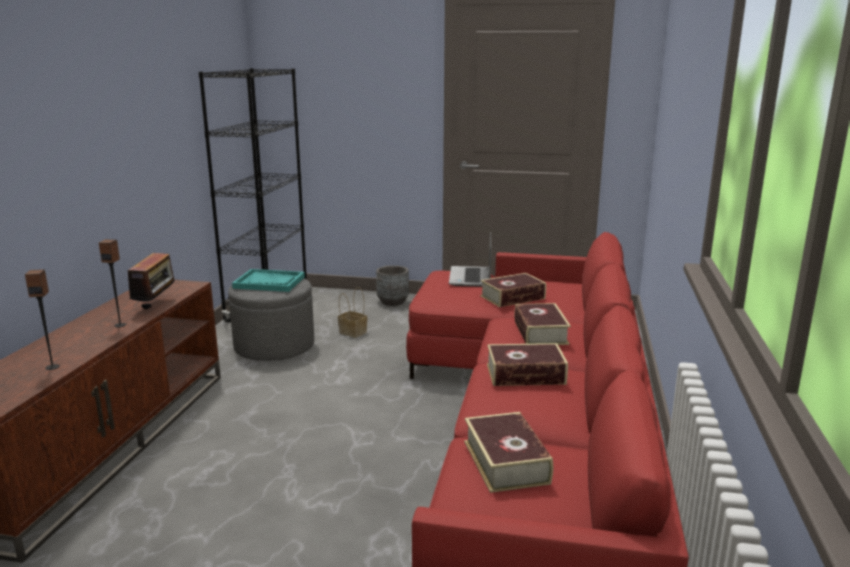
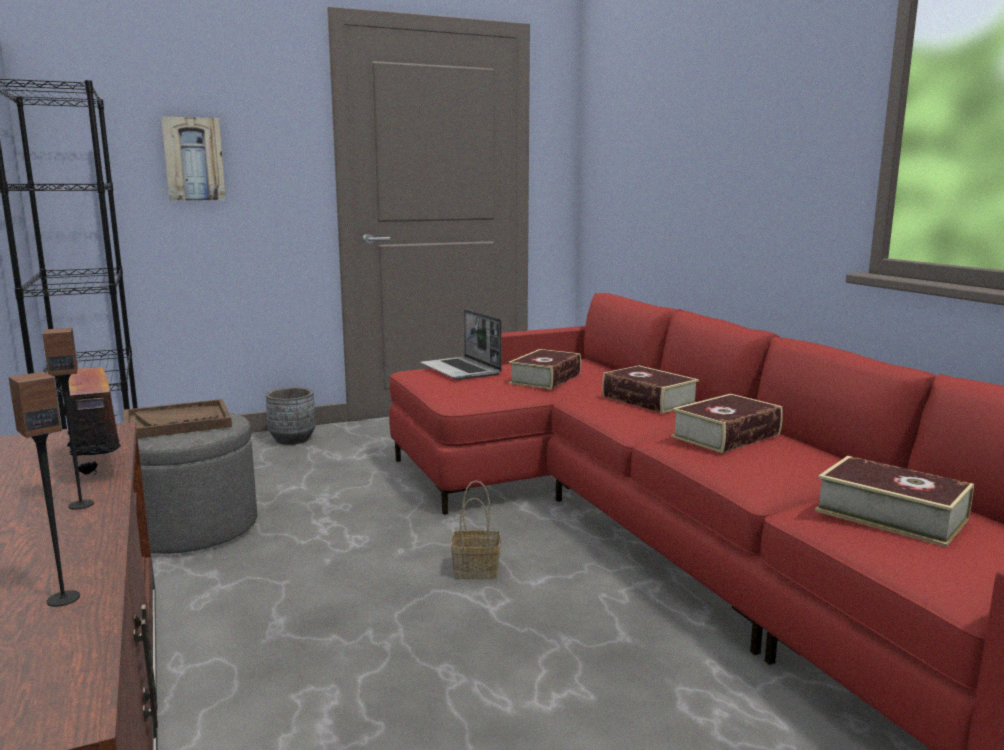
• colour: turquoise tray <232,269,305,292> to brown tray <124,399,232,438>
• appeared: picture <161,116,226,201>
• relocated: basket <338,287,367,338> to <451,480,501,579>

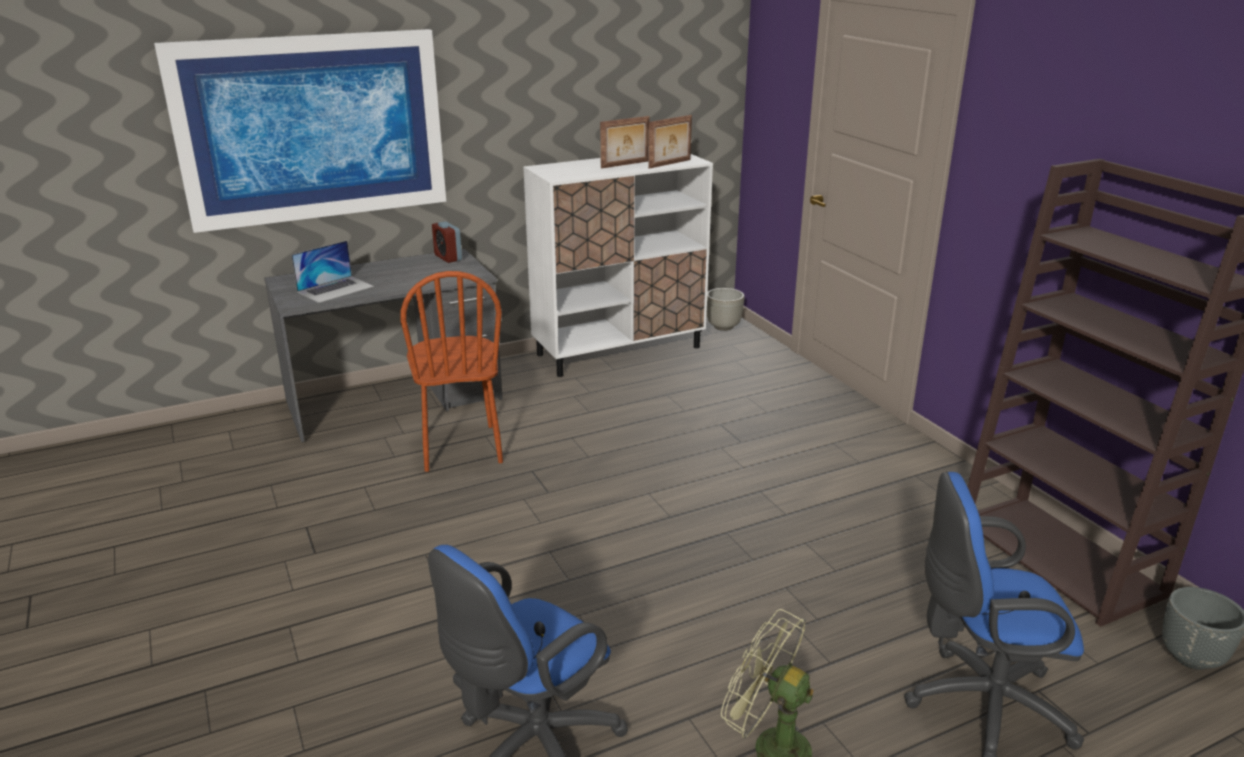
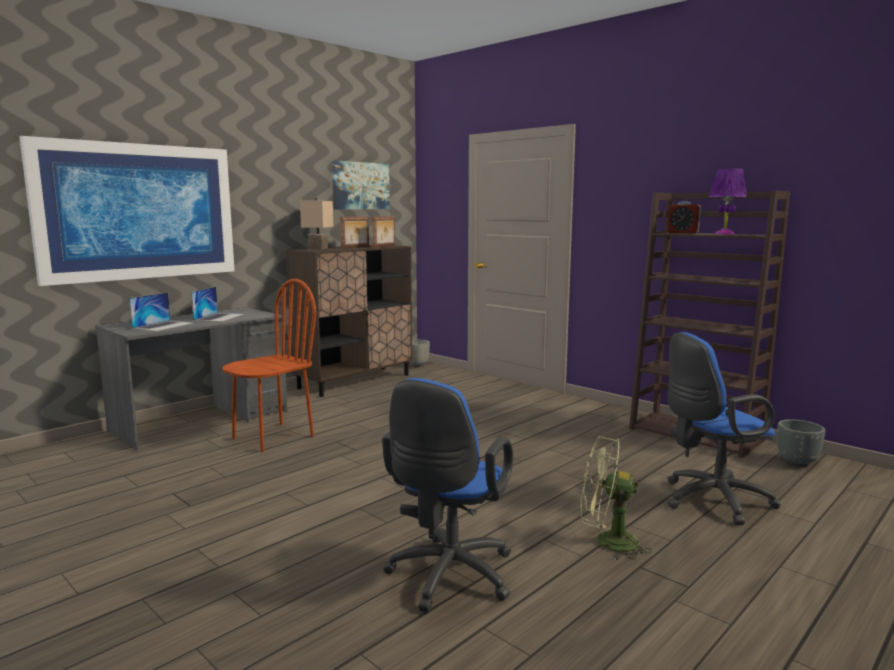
• appeared: laptop <191,287,244,322>
• spun: brown chair <400,271,503,472> = <222,279,316,452> 105 degrees counterclockwise
• colour: white cabinet <523,154,713,377> to brown cabinet <286,245,412,397>
• appeared: beige table lamp <300,197,334,250>
• appeared: picture <332,161,390,209>
• relocated: alarm clock <432,221,462,263> to <667,201,701,234>
• appeared: purple table lamp <709,169,747,235>

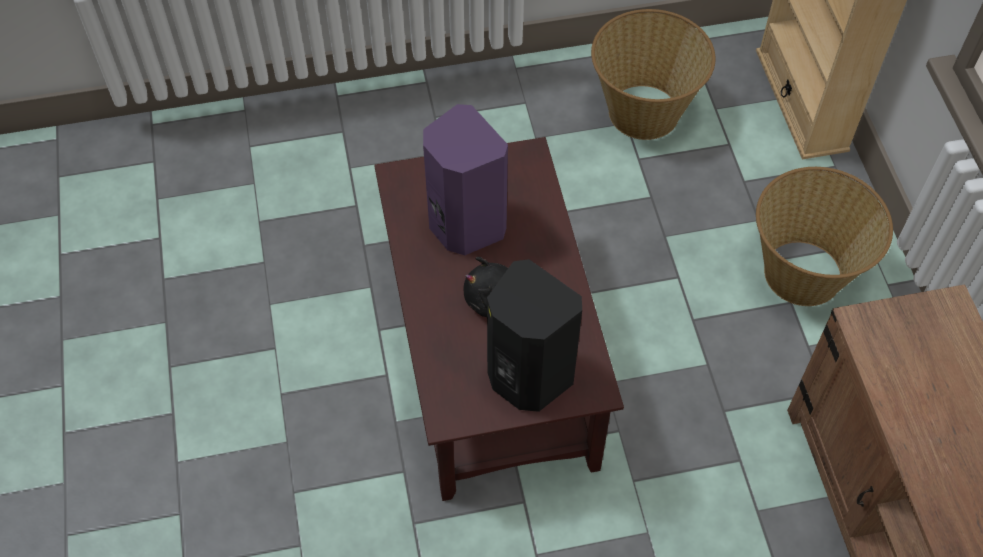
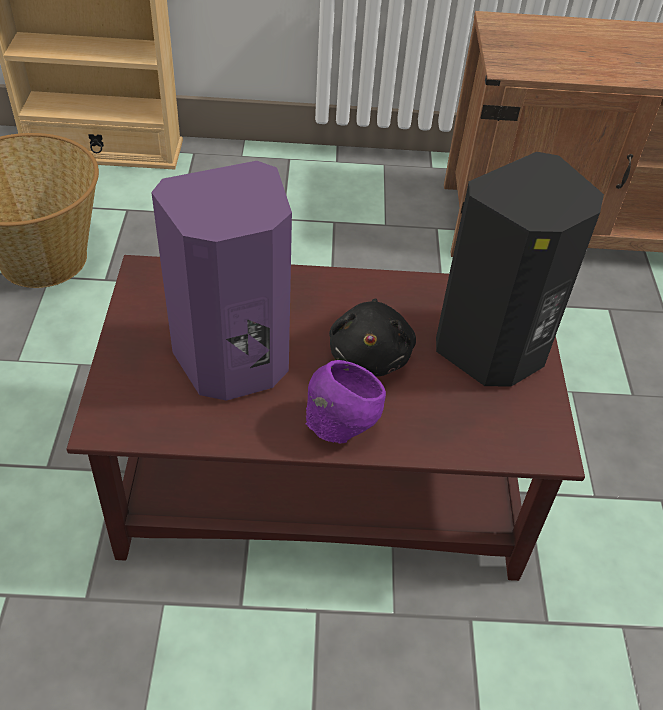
• appeared: purple bowl <306,360,386,443>
• missing: basket <756,167,893,306>

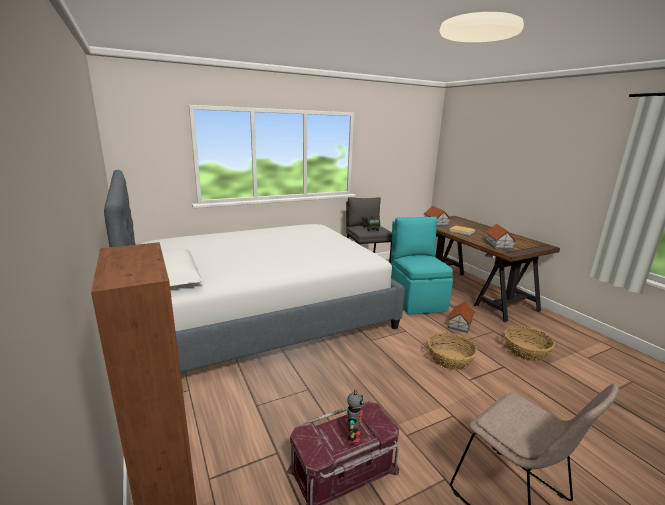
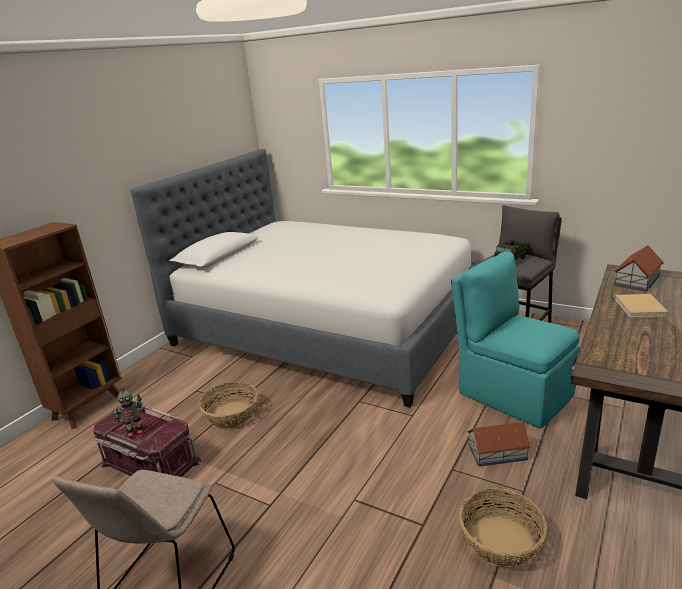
• relocated: basket <428,333,477,370> to <199,382,258,429>
• spun: turquoise chair <391,217,453,314> = <451,252,580,428> 90 degrees counterclockwise
• missing: toy house <485,224,516,250>

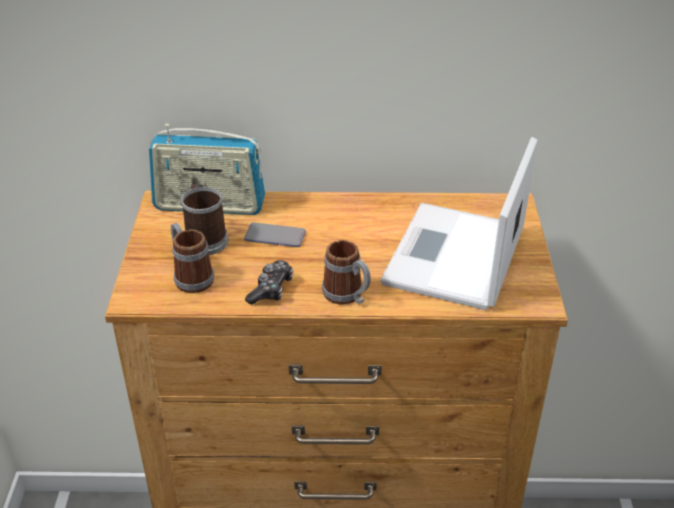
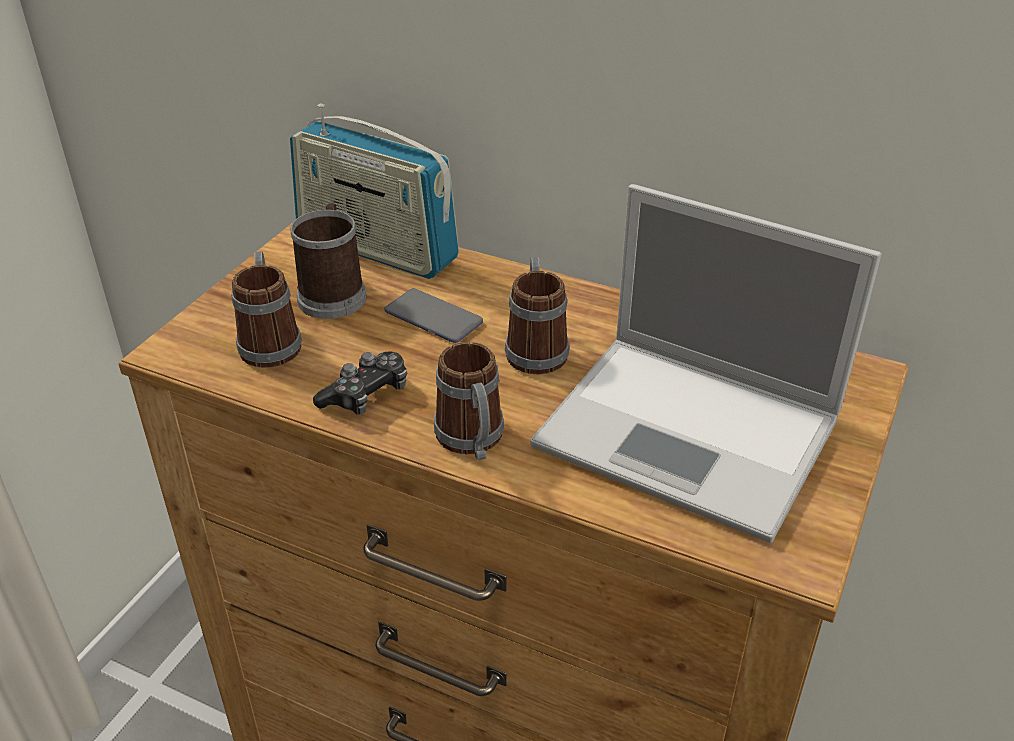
• appeared: mug <505,257,569,375>
• spun: laptop <380,137,538,310> = <530,184,882,543> 105 degrees counterclockwise

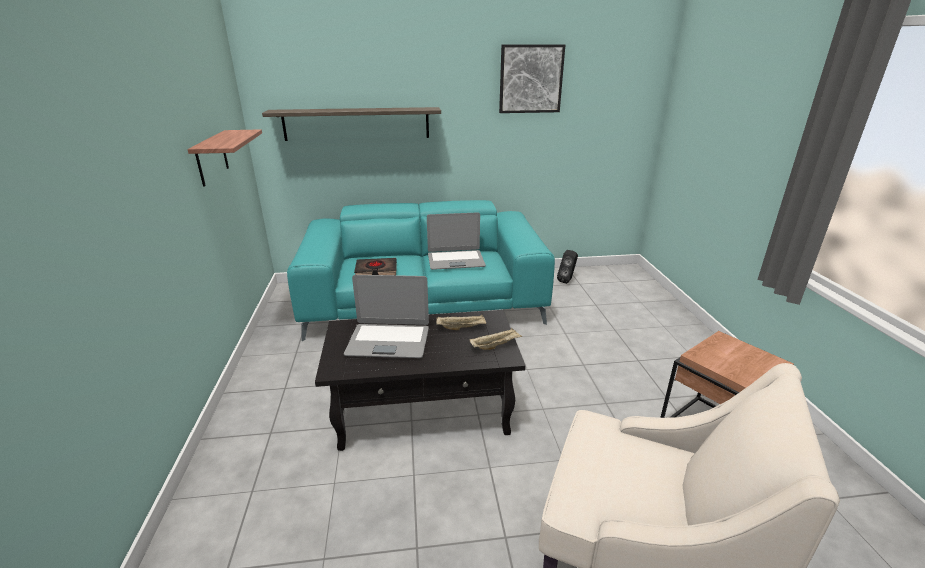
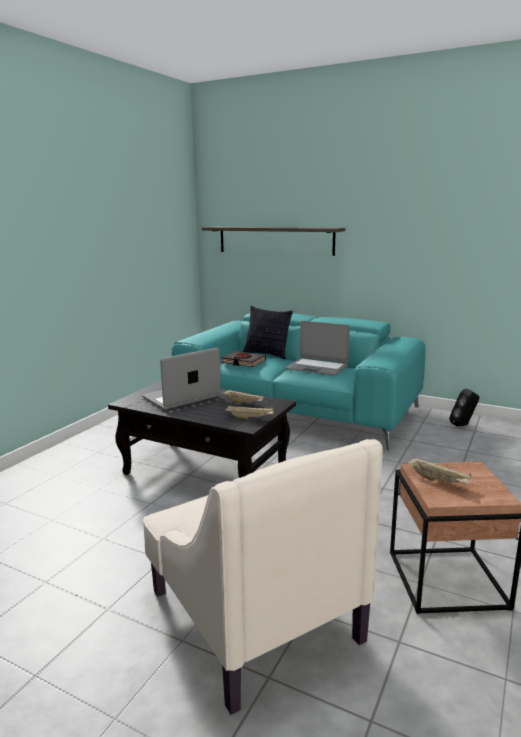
• spun: laptop <344,275,429,358> = <142,348,221,410> 105 degrees clockwise
• appeared: pillow <243,306,293,359>
• appeared: beige tray <407,457,472,484>
• missing: shelf <187,129,262,187>
• missing: picture <499,44,565,113>

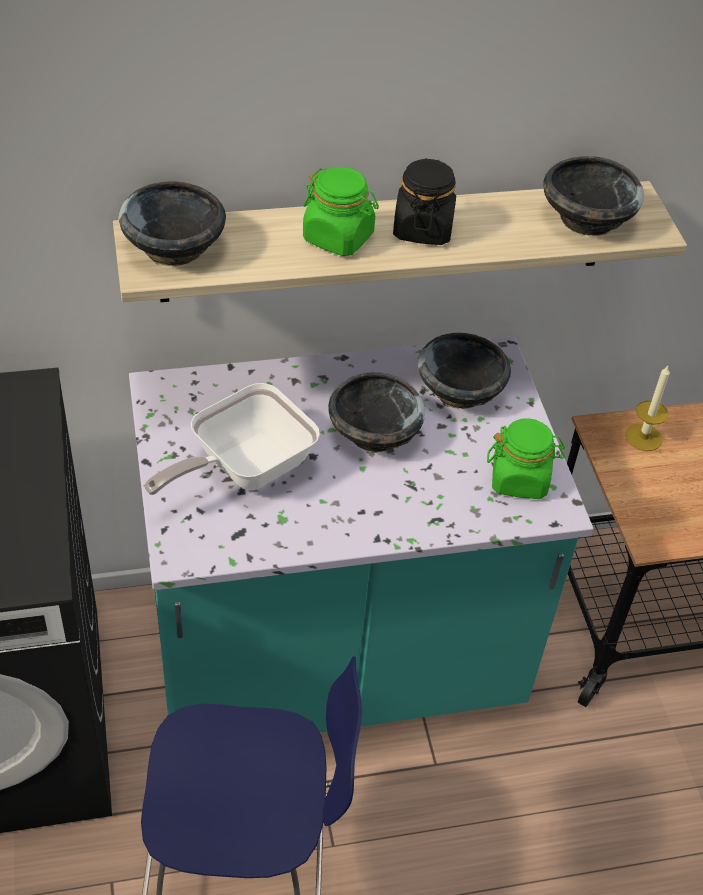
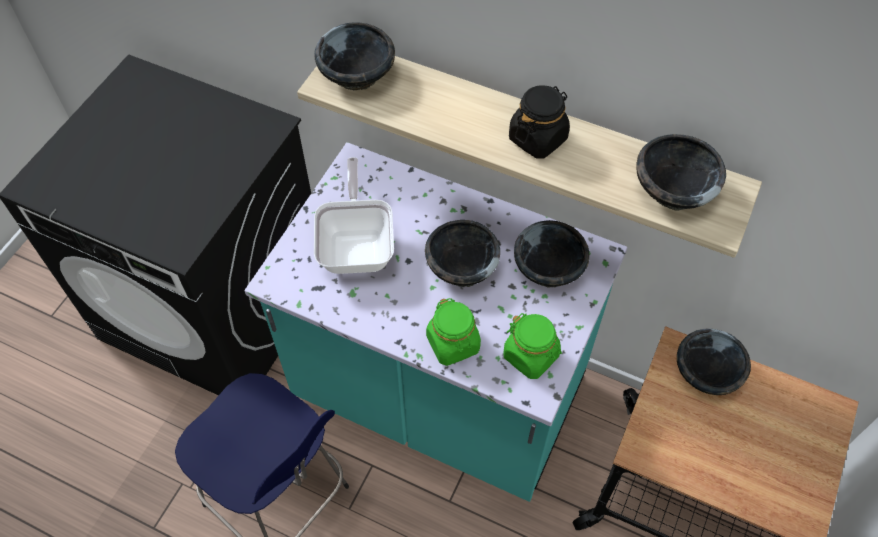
• spun: frying pan <144,383,320,495> = <314,157,394,274> 90 degrees clockwise
• relocated: green jar <303,167,379,256> to <426,298,481,366>
• exchanged: candle <625,366,670,451> to black bowl <677,328,751,395>

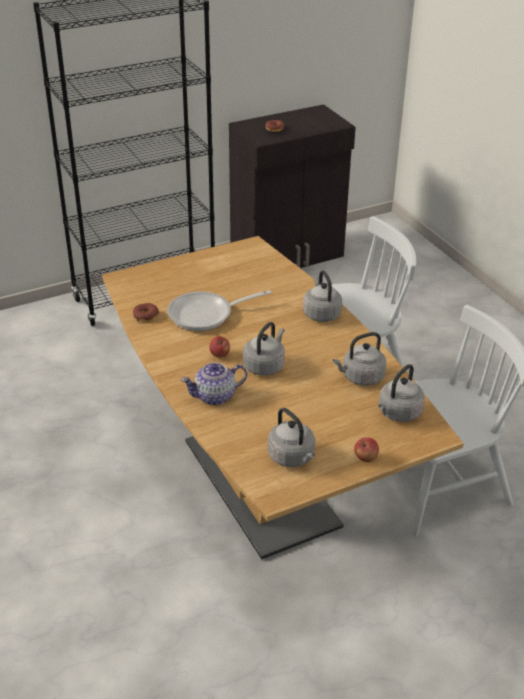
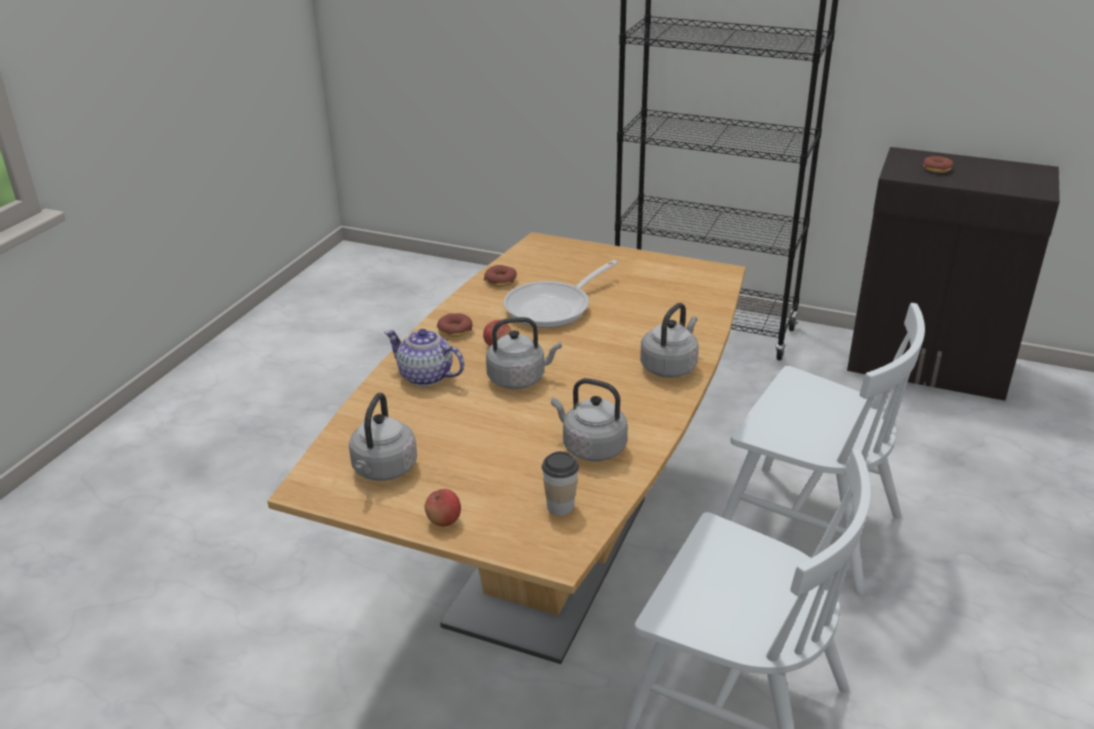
• appeared: donut <437,313,473,337>
• spun: frying pan <167,290,272,331> = <504,260,618,328> 75 degrees counterclockwise
• exchanged: grey kettle <378,364,425,422> to cup <542,451,579,516>

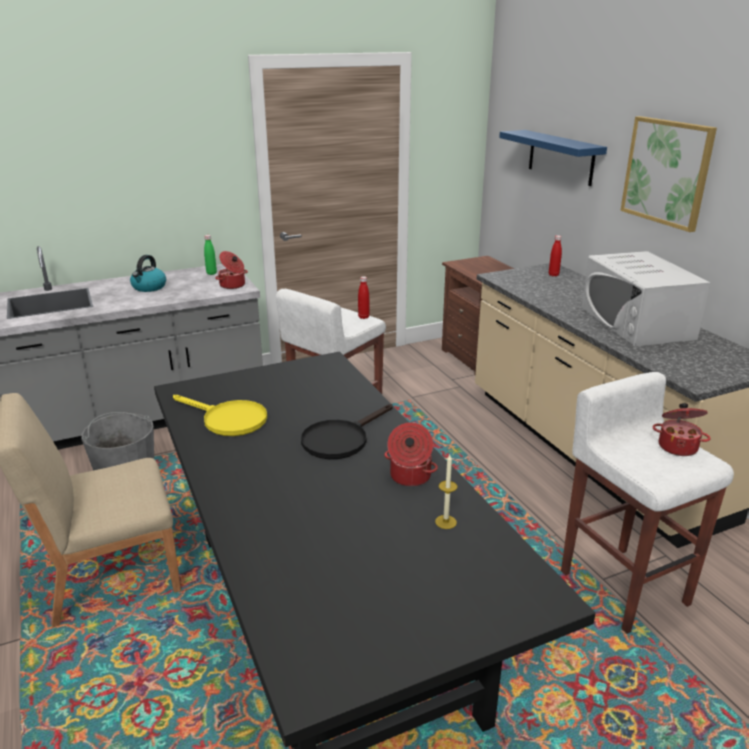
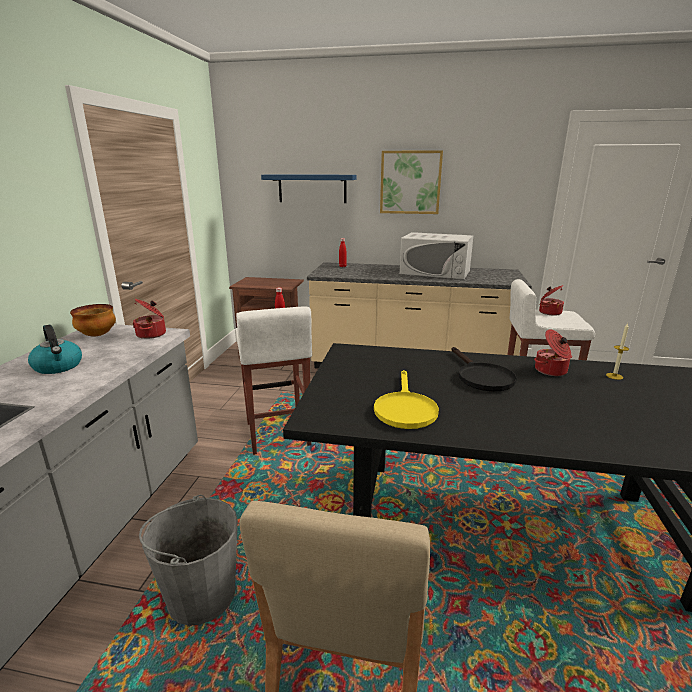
• exchanged: green bottle <204,235,217,275> to bowl <70,304,116,336>
• spun: yellow frying pan <173,395,267,436> = <374,370,439,429> 120 degrees clockwise

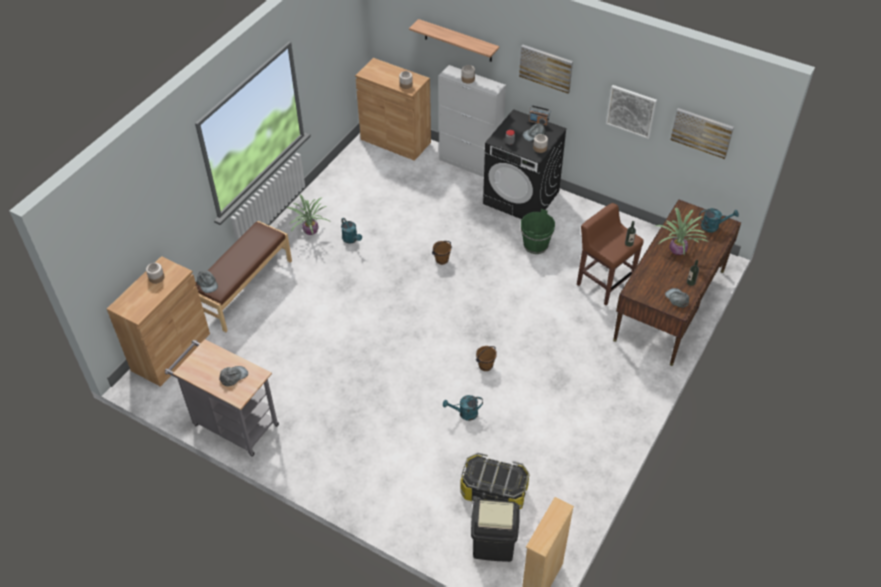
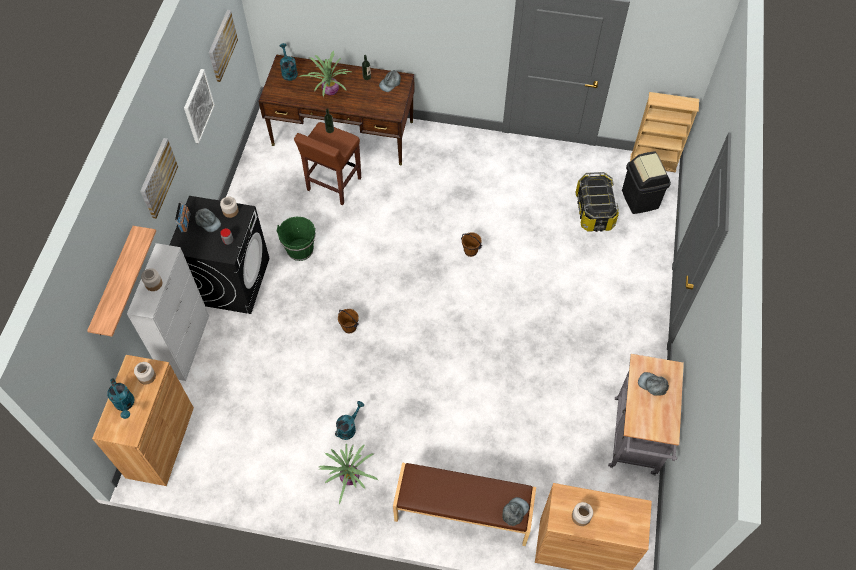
• relocated: turquoise watering can <443,395,483,421> to <107,378,134,419>

